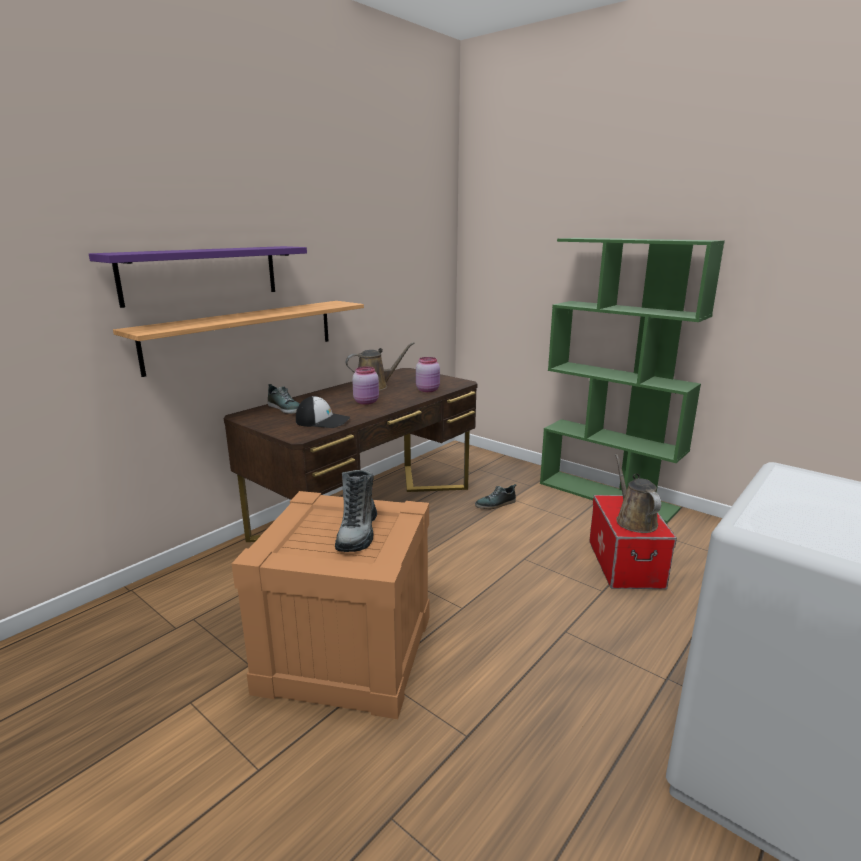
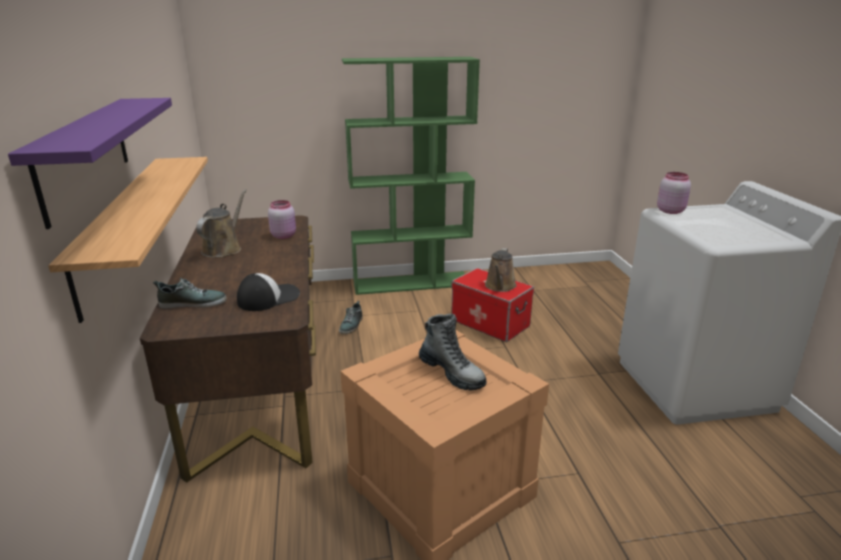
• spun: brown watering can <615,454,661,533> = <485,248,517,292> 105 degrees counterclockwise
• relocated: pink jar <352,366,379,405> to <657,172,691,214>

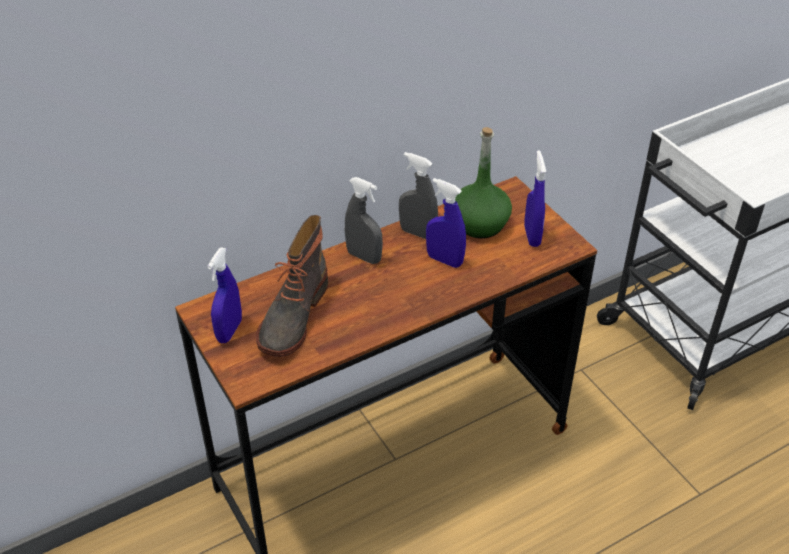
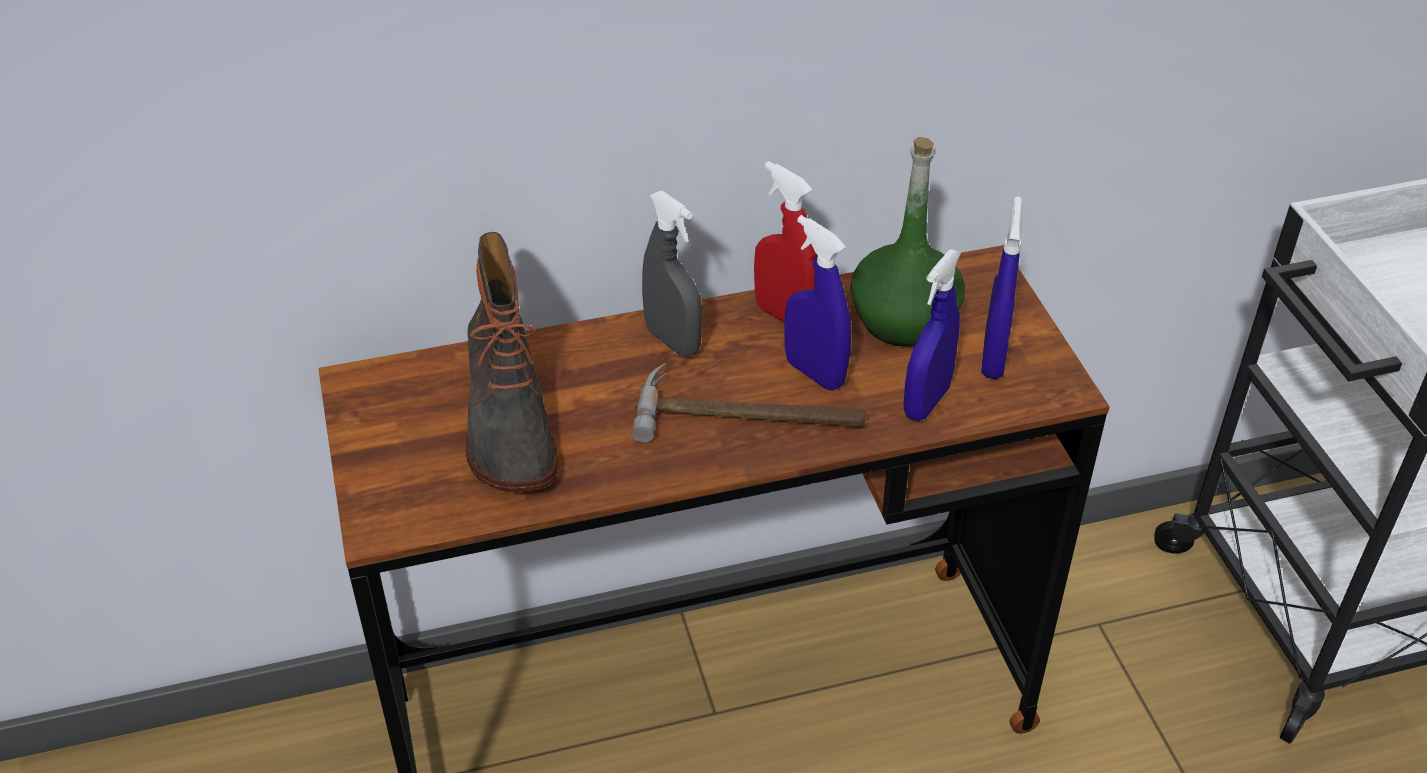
• spun: boot <256,215,328,357> = <466,232,558,492> 45 degrees counterclockwise
• appeared: hammer <632,363,866,442>
• colour: grey spray bottle <399,152,438,239> to red spray bottle <754,161,818,322>
• relocated: blue spray bottle <207,247,242,343> to <903,249,961,421>

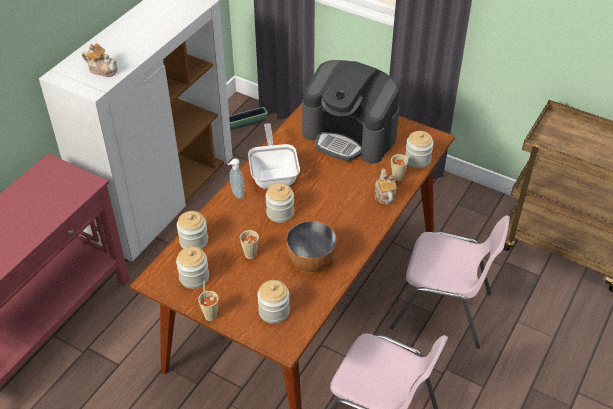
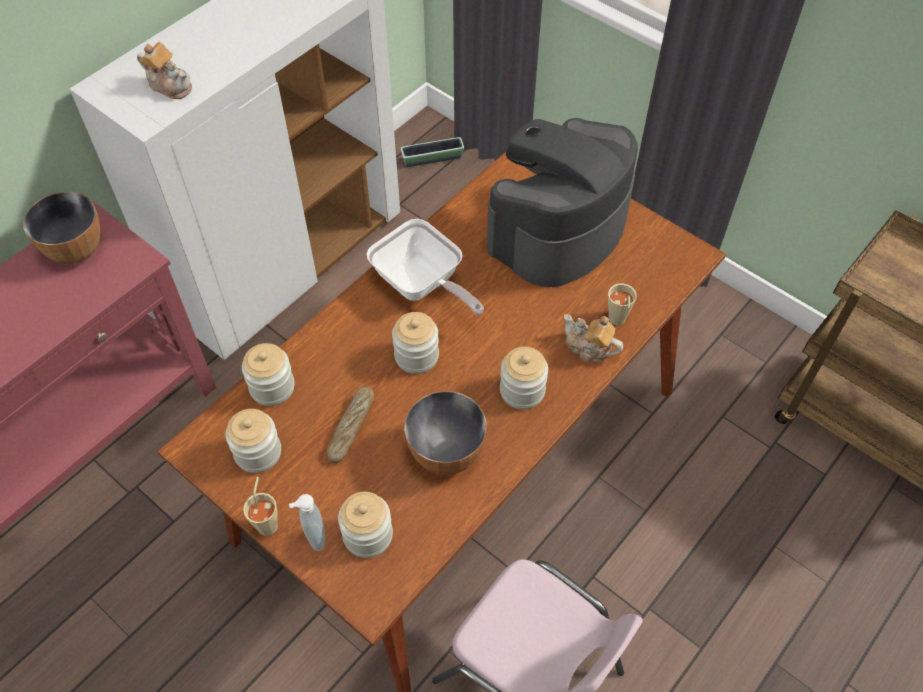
• appeared: bowl <23,192,101,264>
• relocated: soap dispenser <227,158,244,199> to <289,494,325,551>
• exchanged: beige cup <240,230,259,259> to bread <326,387,374,464>
• spun: frying pan <248,123,300,189> = <367,219,484,315> 135 degrees clockwise
• spun: coffee machine <302,60,400,164> = <487,118,638,287> 90 degrees clockwise
• relocated: jar <405,131,434,168> to <500,347,548,410>
• spun: teapot <374,169,397,205> = <564,314,623,363> 60 degrees counterclockwise
• missing: pink chair <390,215,510,349>

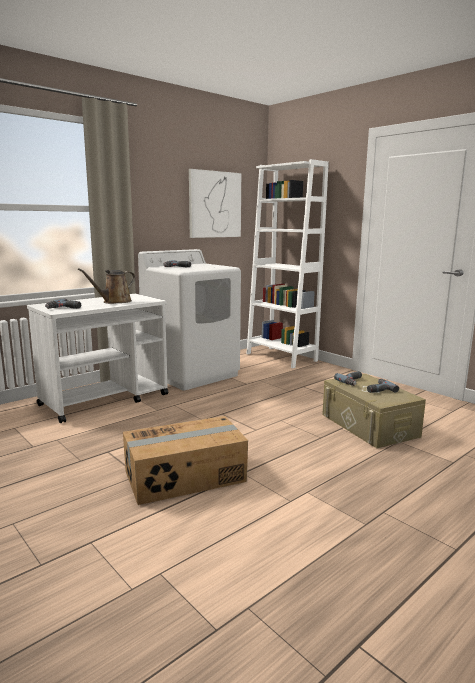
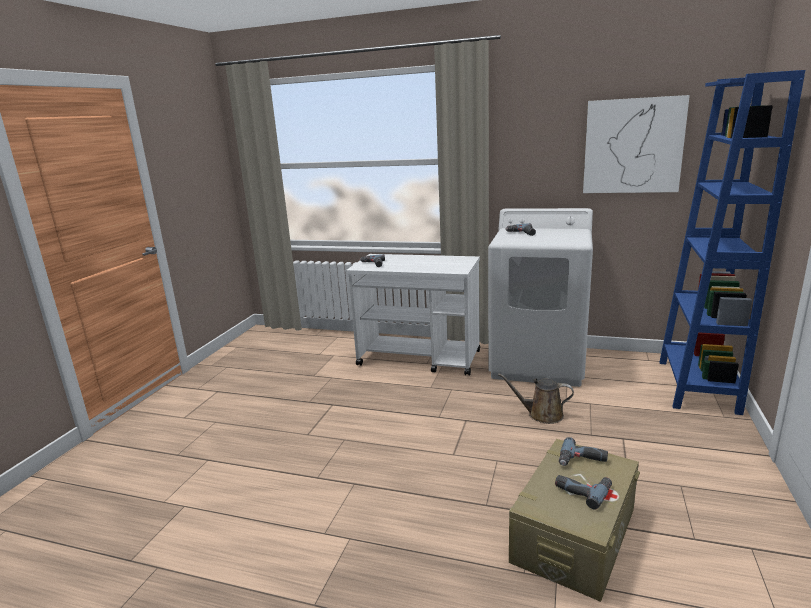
• relocated: brown watering can <78,268,135,304> to <498,373,574,424>
• colour: white bookcase <246,159,329,368> to blue bookcase <659,70,805,415>
• missing: cardboard box <123,416,248,505>

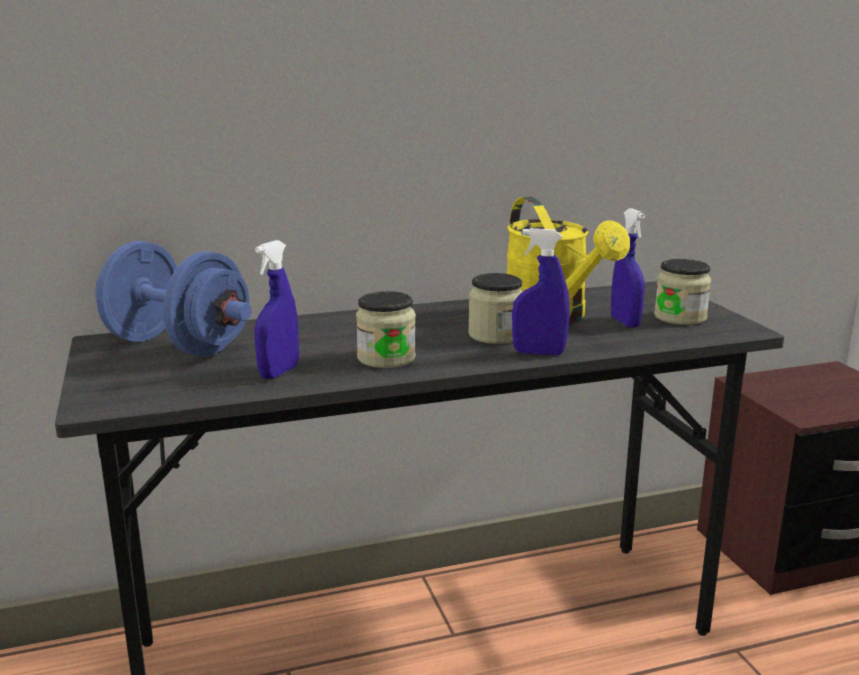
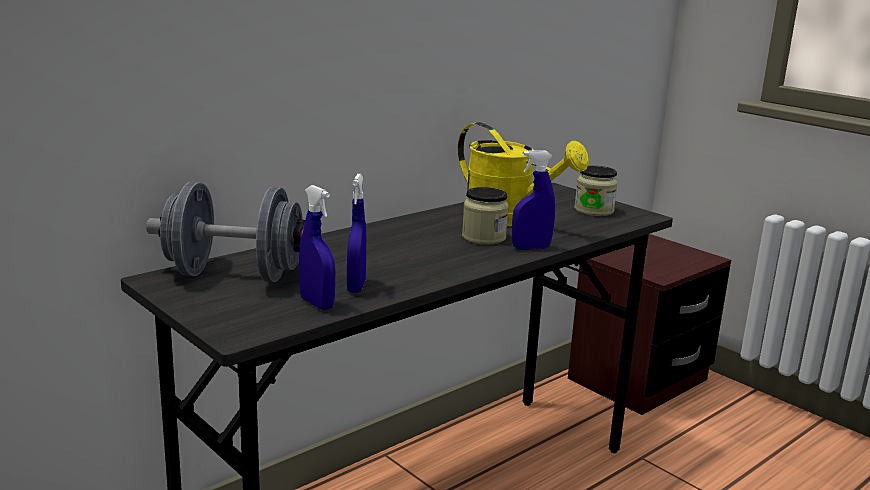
• colour: blue dumbbell <95,241,252,357> to grey dumbbell <146,182,305,282>
• relocated: blue spray bottle <611,208,645,328> to <299,185,335,310>
• missing: jar <356,291,416,368>

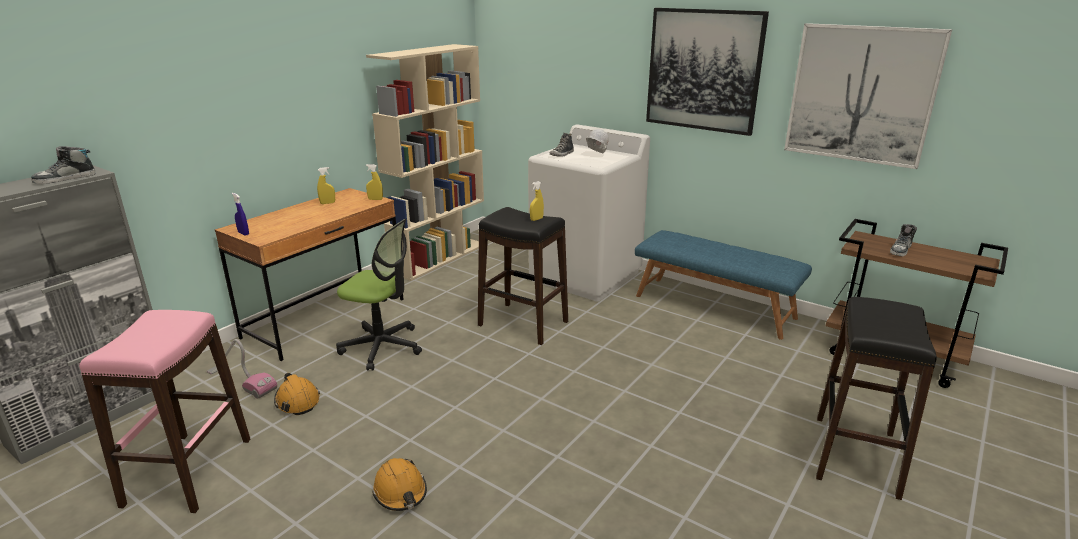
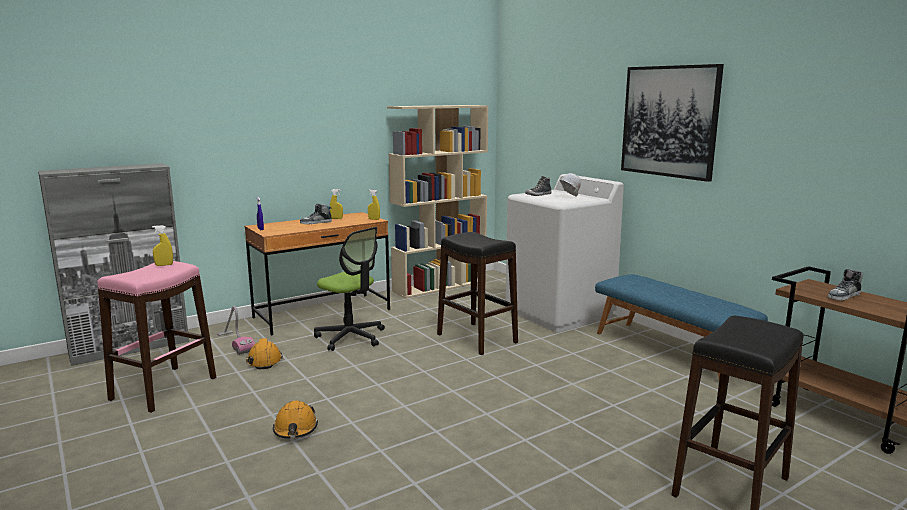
• relocated: yellow spray bottle <530,181,544,221> to <152,225,173,266>
• relocated: shoe <31,146,96,184> to <300,204,332,224>
• missing: picture <784,23,952,169>

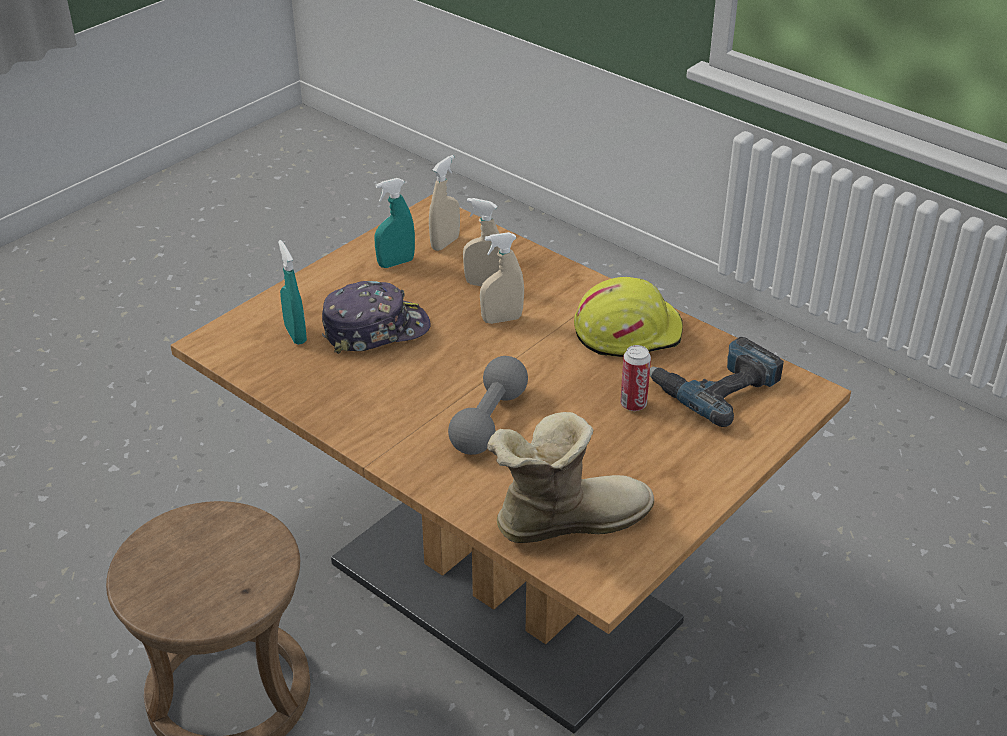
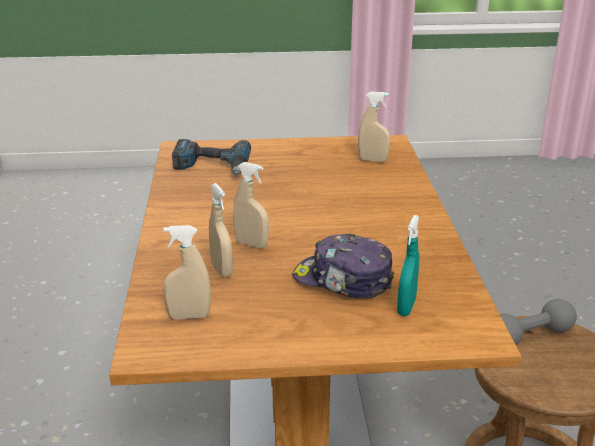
• exchanged: boot <487,412,654,543> to beige spray bottle <358,91,390,162>
• relocated: grey dumbbell <448,356,528,455> to <500,299,577,345>
• missing: turquoise spray bottle <374,178,415,268>
• missing: yellow hard hat <574,277,683,357>
• missing: can <620,345,651,411>

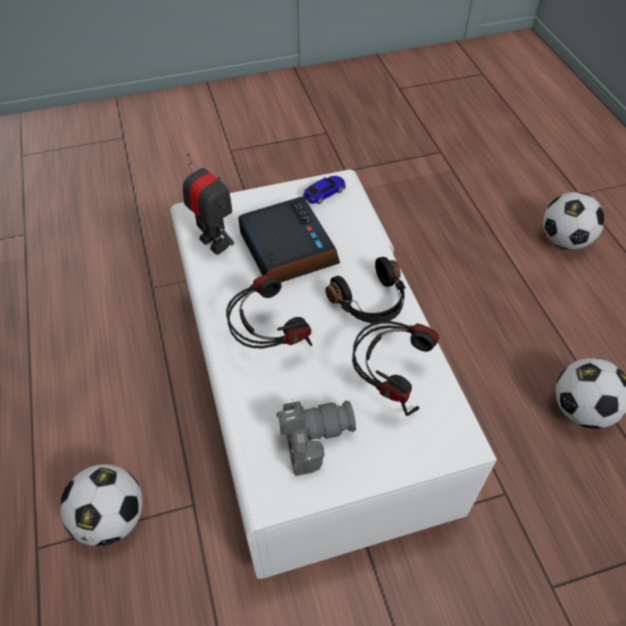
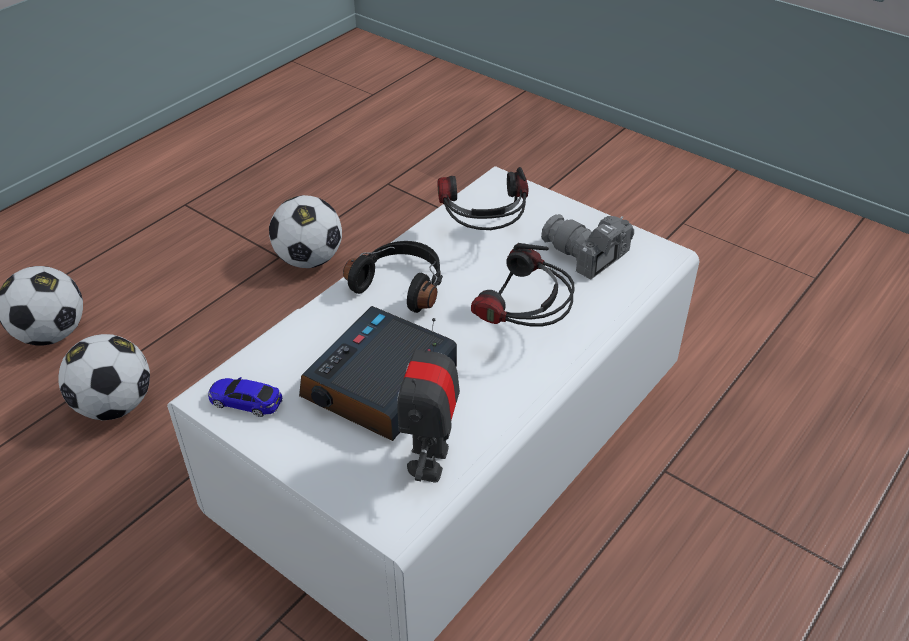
• relocated: football <60,464,143,546> to <58,334,150,421>

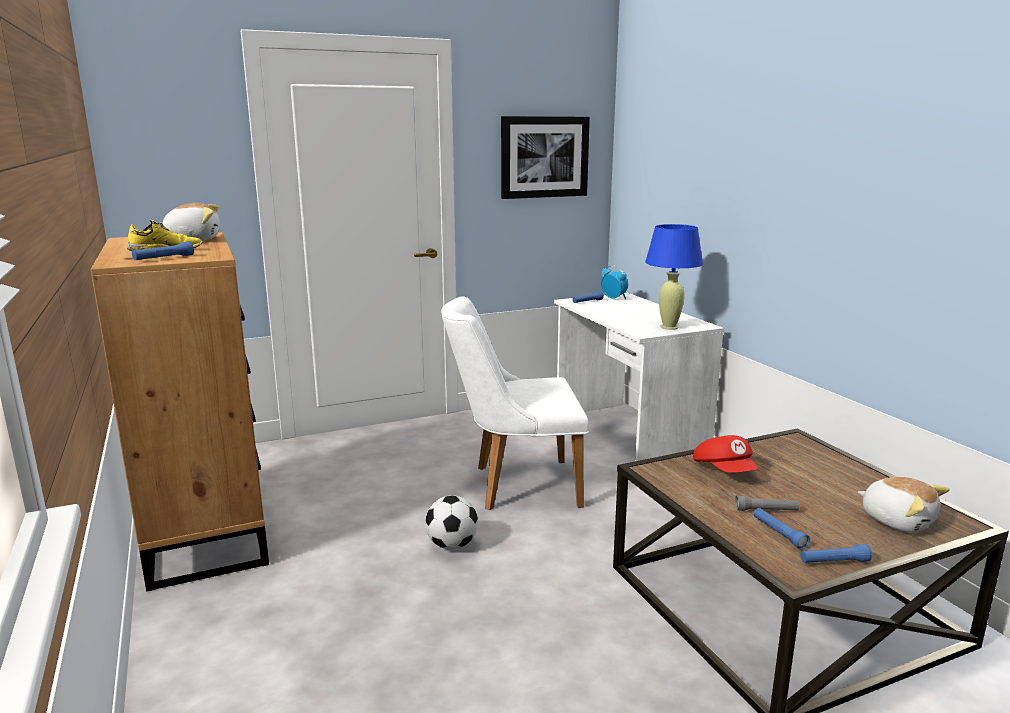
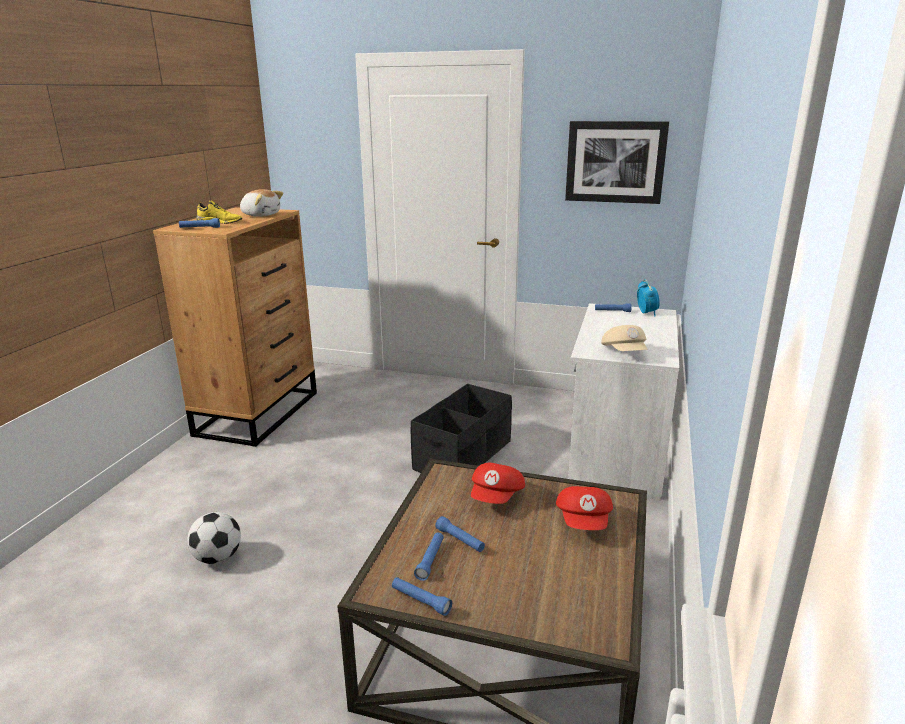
• relocated: football <425,495,478,549> to <187,512,241,564>
• exchanged: white chair <441,296,589,510> to black storage box <411,384,512,473>
• colour: grey flashlight <735,496,799,511> to blue flashlight <435,516,485,552>
• appeared: red cap <556,486,613,530>
• exchanged: blue table lamp <645,224,703,330> to beige cap <601,325,648,351>
• missing: plush toy <858,477,950,532>

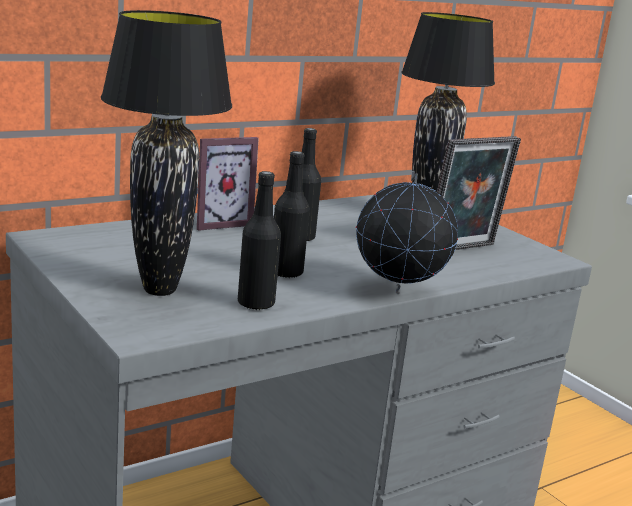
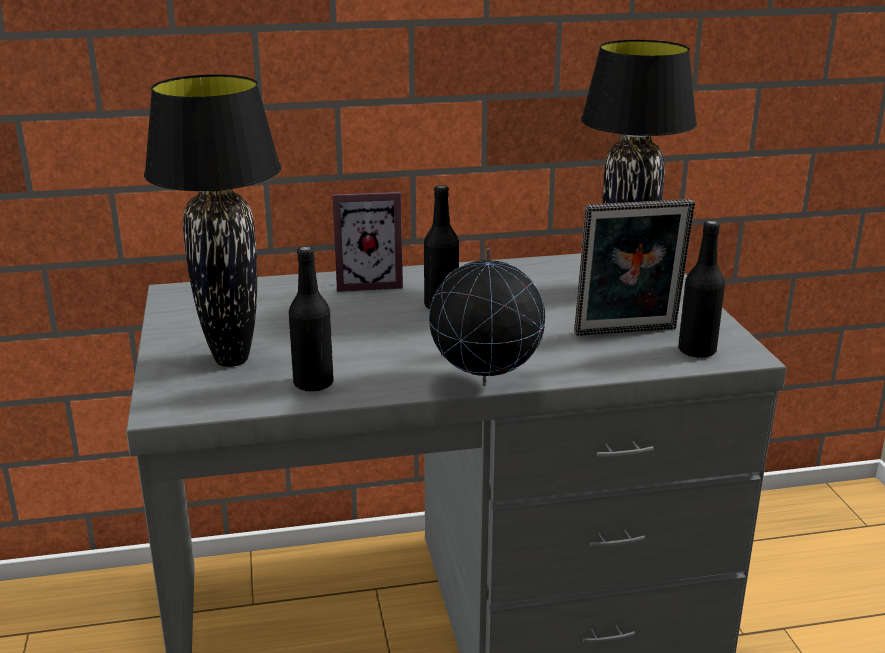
• relocated: black bottle <274,151,310,278> to <678,220,725,358>

